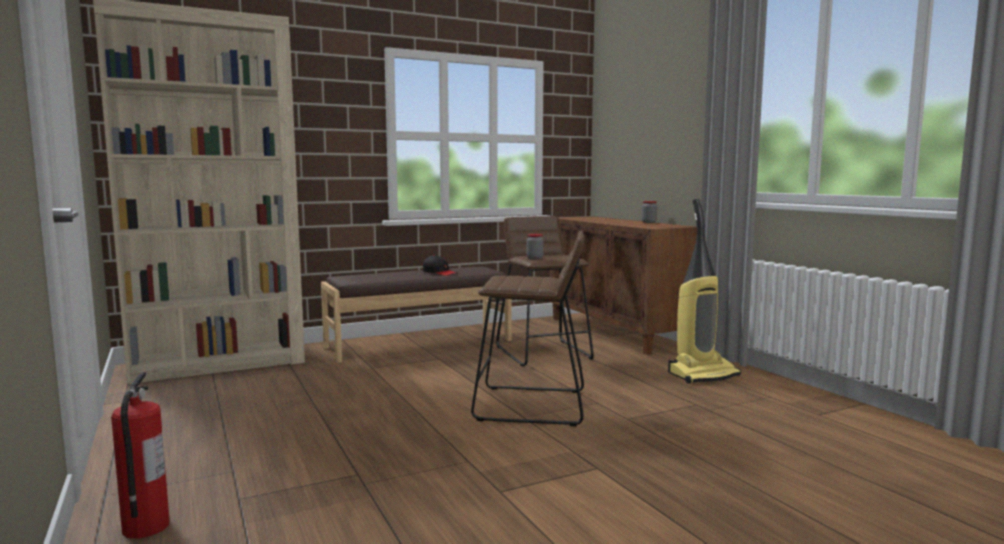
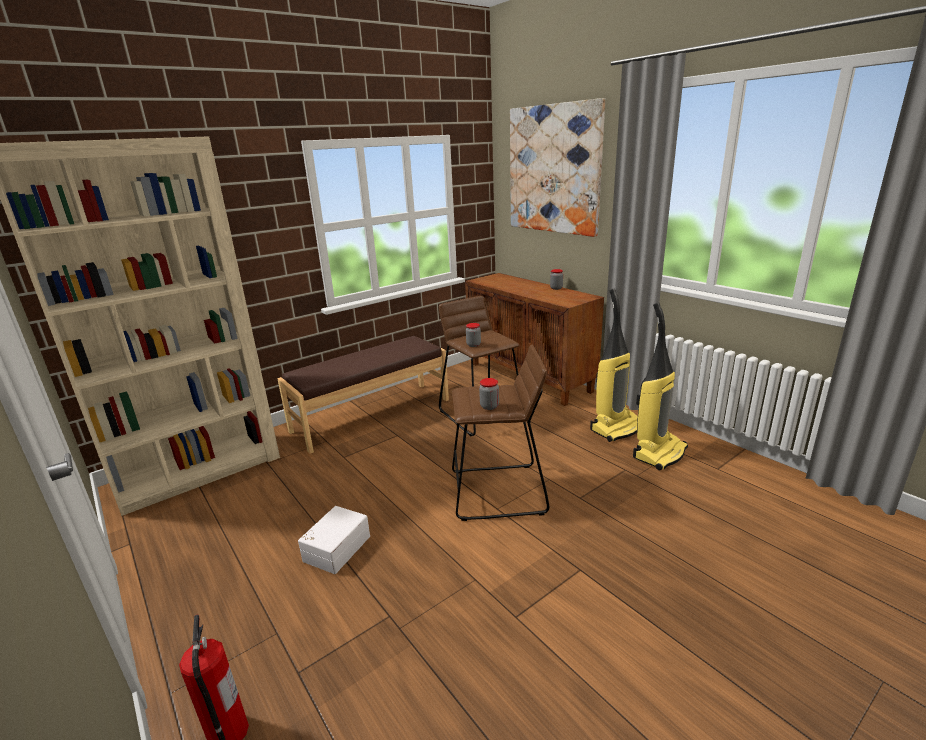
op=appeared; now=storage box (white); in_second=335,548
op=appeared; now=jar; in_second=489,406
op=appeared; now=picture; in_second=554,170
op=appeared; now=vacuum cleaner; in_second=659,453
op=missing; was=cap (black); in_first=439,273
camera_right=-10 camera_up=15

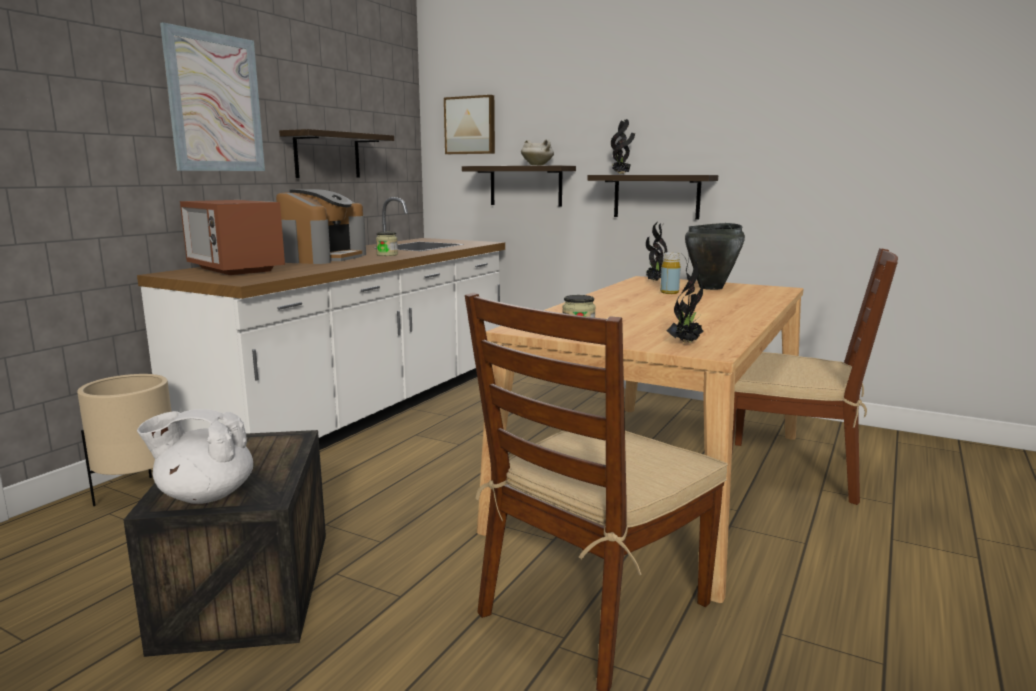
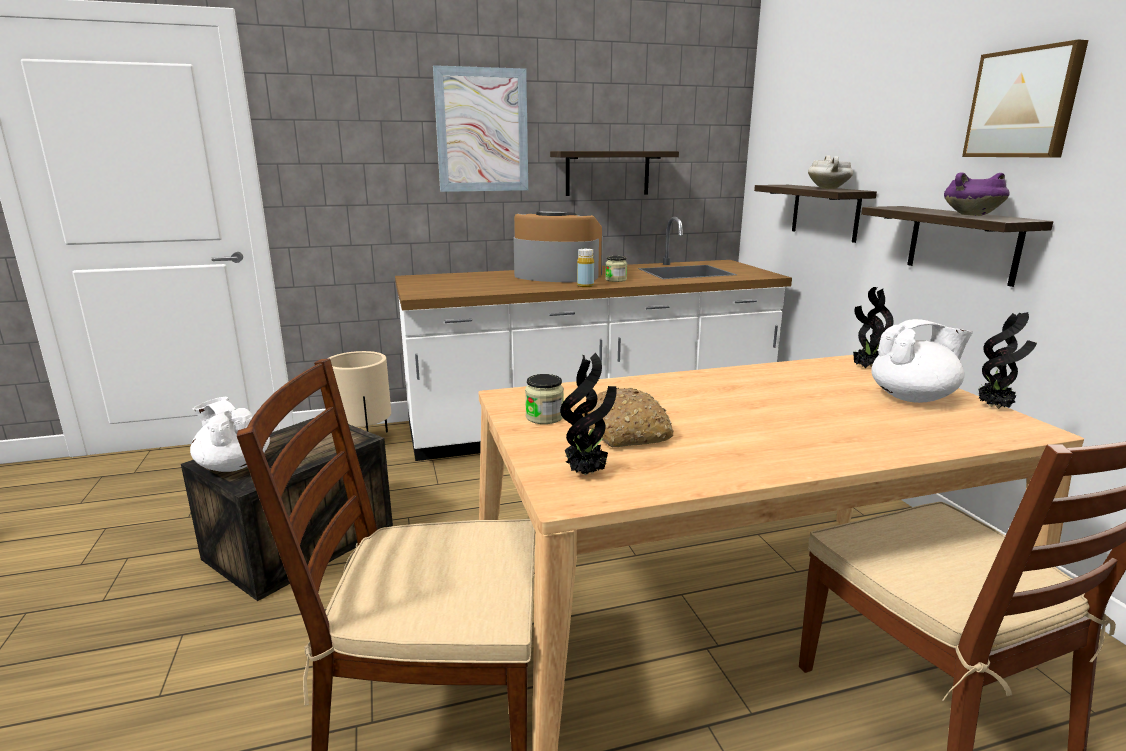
op=spun; was=coffee machine; in_first=322,257; in_second=556,275; clockwise=-135
op=relocated; was=bottle (yellow); in_first=669,292; in_second=585,285
op=appeared; now=bread; in_second=626,432
op=exchanged; was=cooking pot (black); now=teapot (white); in_first=711,288; in_second=913,398
op=appeared; now=cooking pot (purple); in_second=971,215
op=relocated; was=picture; in_first=470,125; in_second=1024,104
op=relocated; was=potted plant; in_first=621,174; in_second=995,407
op=missing; was=microwave; in_first=234,269
camera_right=45 camera_up=5

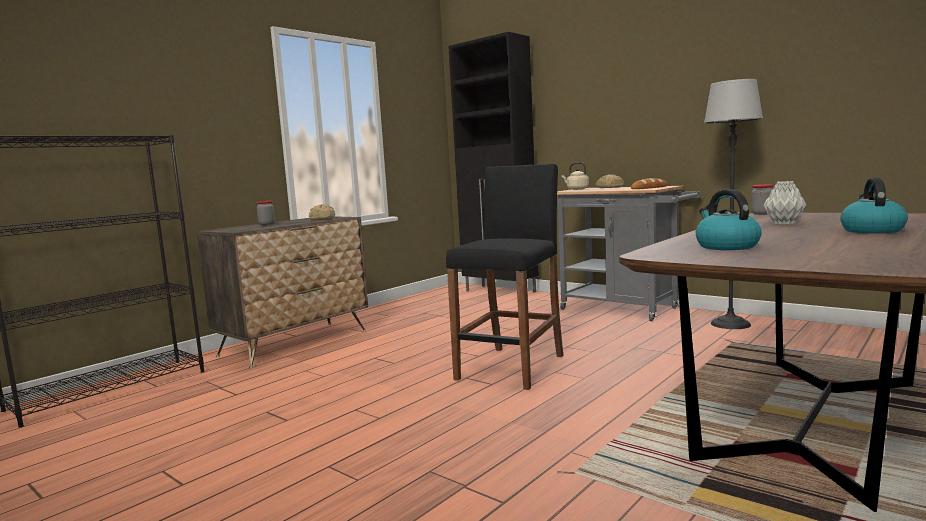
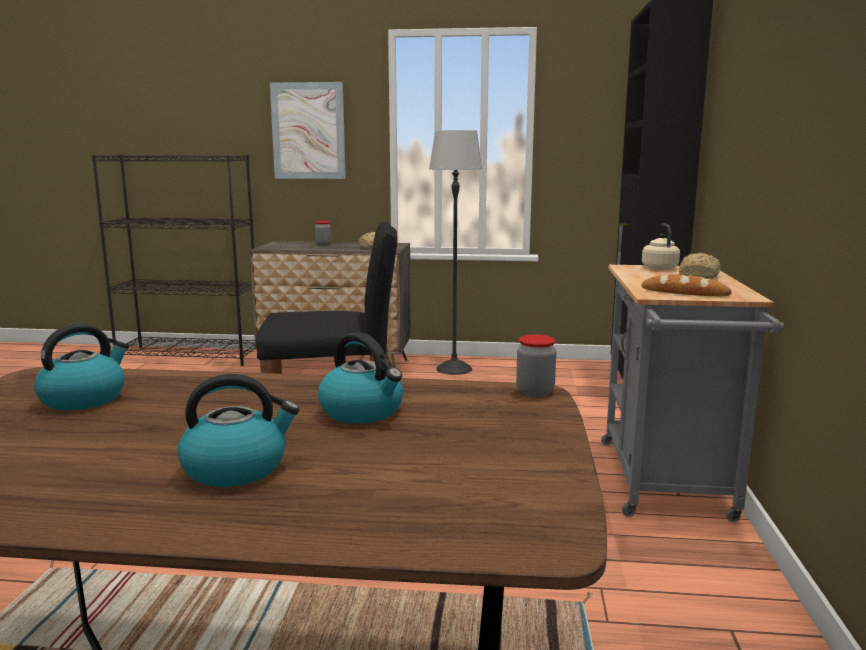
op=appeared; now=picture; in_second=308,131
op=exchanged; was=vase (grey); now=kettle; in_first=783,223; in_second=363,411
op=relocated; was=floor lamp; in_first=730,324; in_second=454,369
camera_right=55 camera_up=5

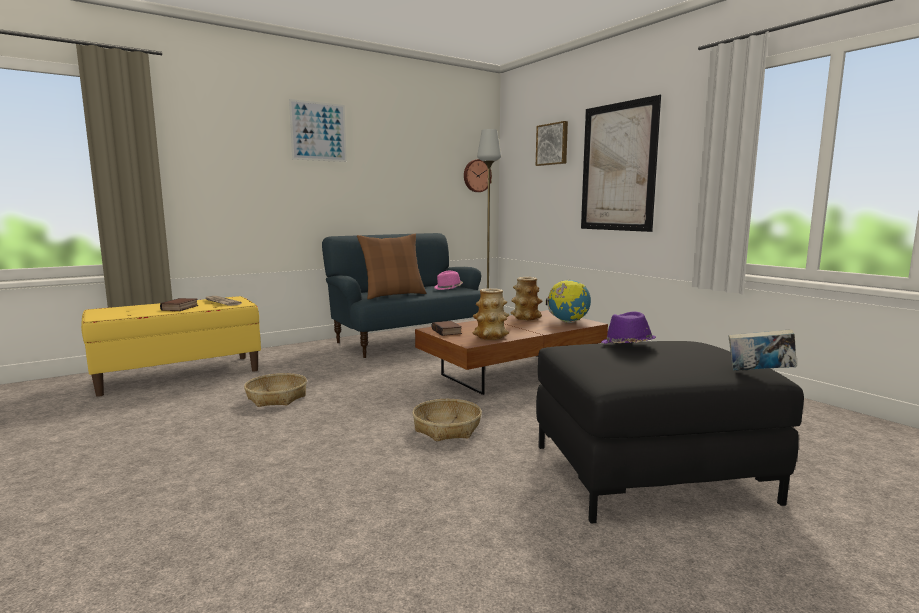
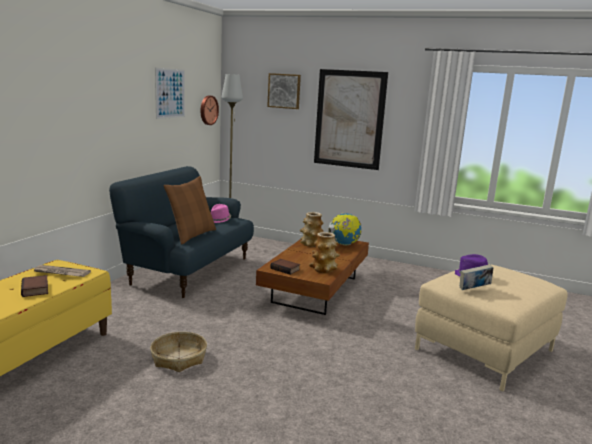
op=relocated; was=picture; in_first=318,131; in_second=170,93
op=colour; was=ottoman (black); now=ottoman (beige); in_first=648,473; in_second=484,350
op=relocated; was=book; in_first=759,372; in_second=474,289
op=missing; was=basket; in_first=446,428
camera_right=-35 camera_up=5

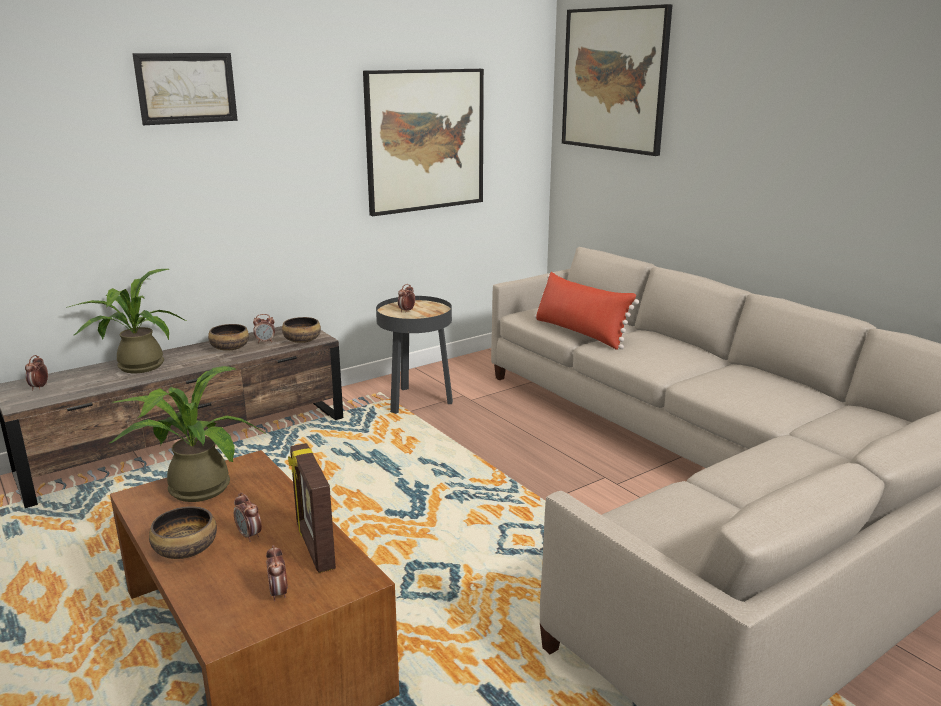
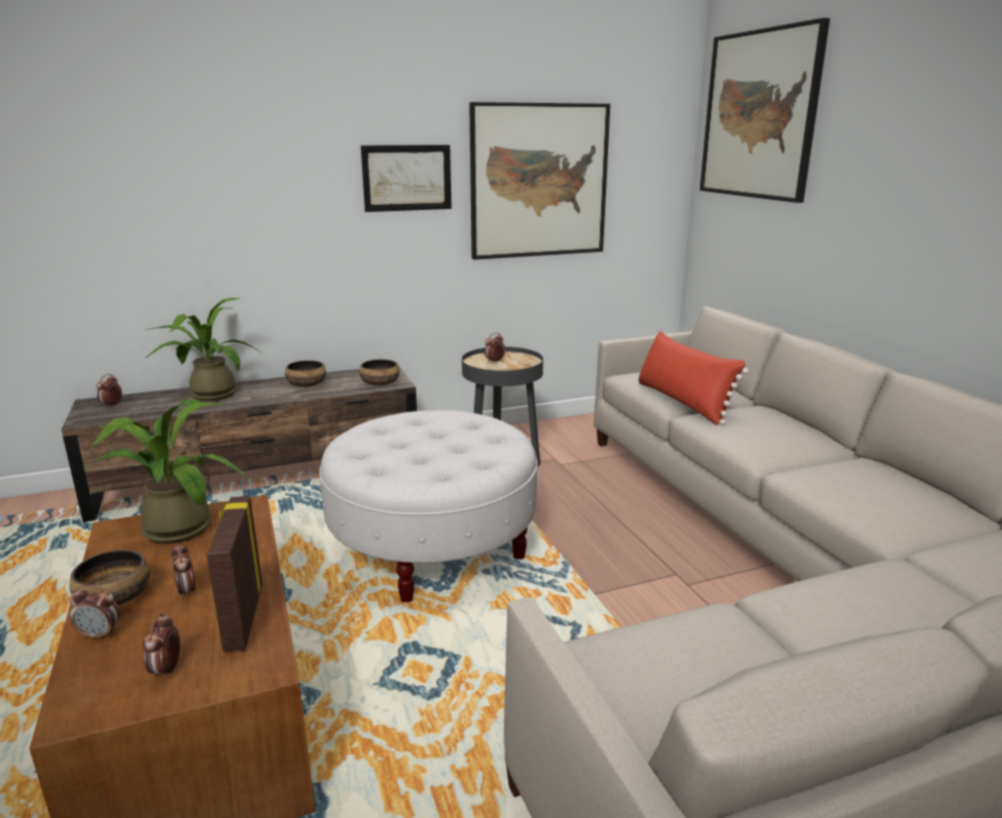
op=relocated; was=alarm clock; in_first=265,341; in_second=100,634
op=appeared; now=ottoman (white); in_second=433,549
op=relocated; was=picture; in_first=186,88; in_second=407,178
camera_right=15 camera_up=0

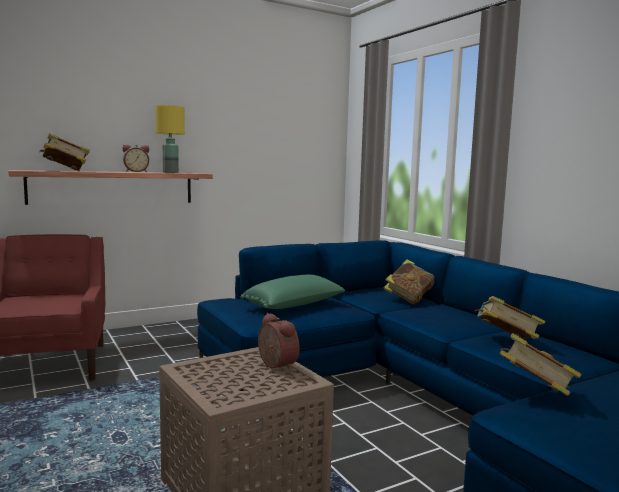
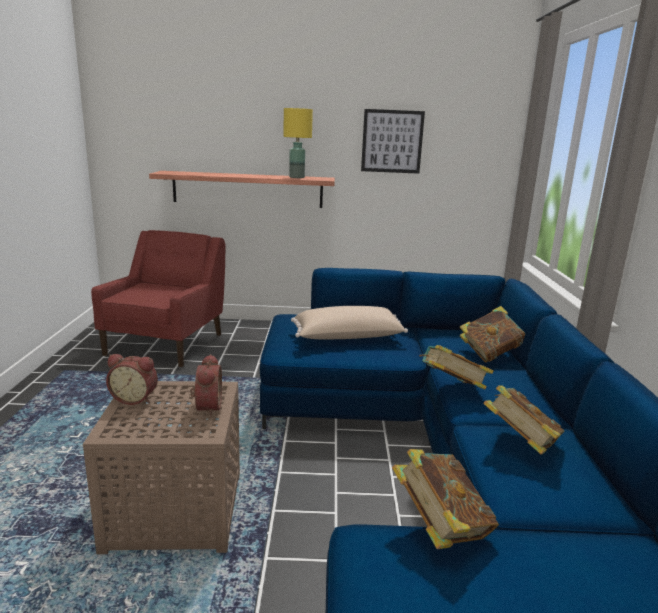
op=relocated; was=alarm clock; in_first=136,172; in_second=135,398
op=colour; was=pillow (green); now=pillow (beige); in_first=295,306; in_second=348,338
op=appeared; now=picture; in_second=392,141
op=relocated; was=book; in_first=65,171; in_second=451,389
camera_right=30 camera_up=10

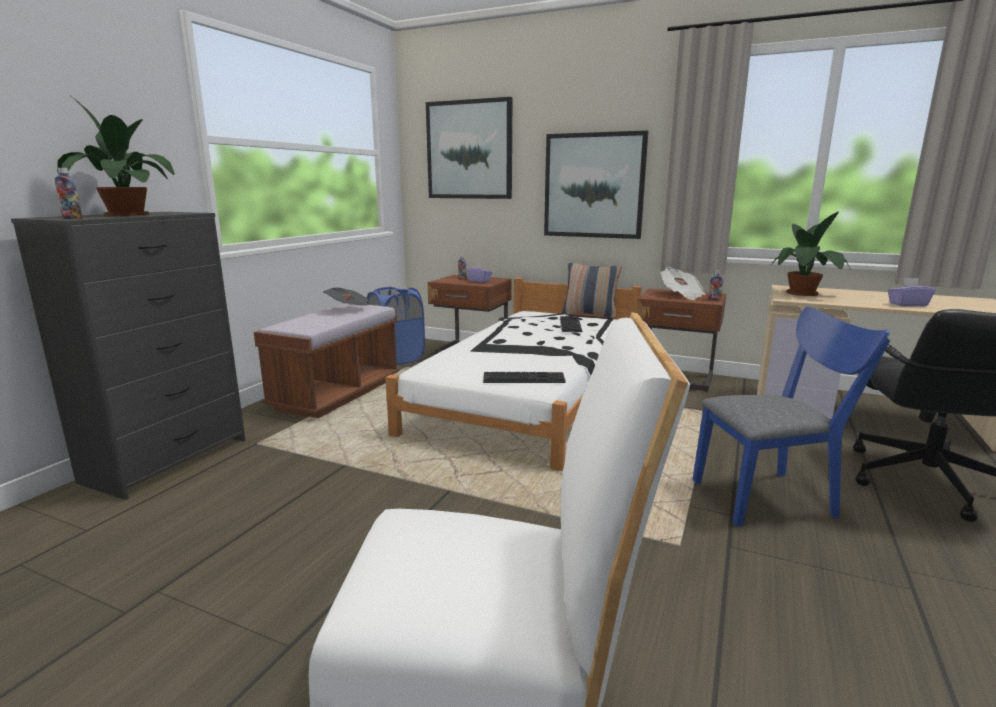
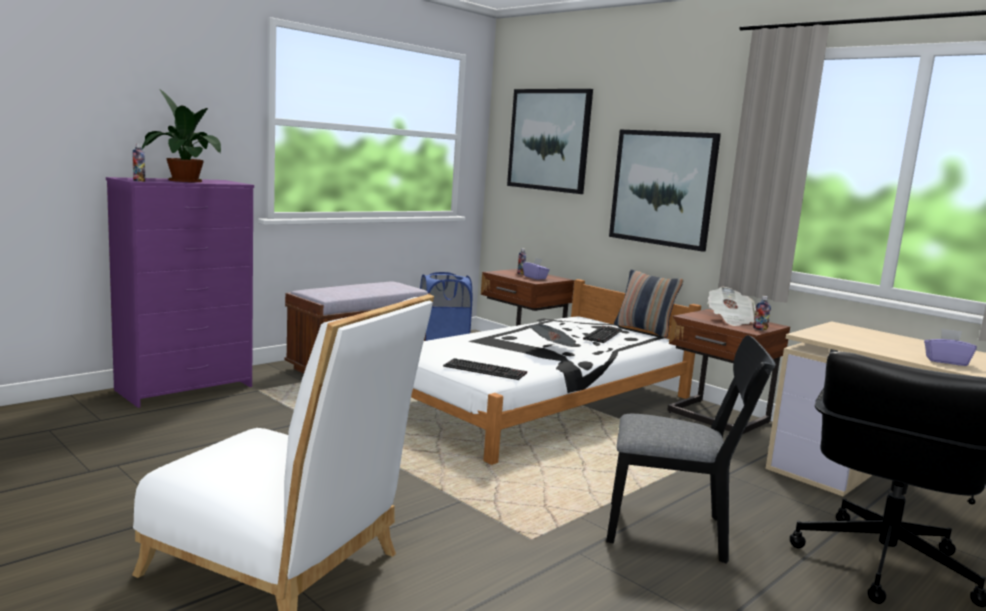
op=colour; was=dresser (black); now=dresser (purple); in_first=168,459; in_second=186,388
op=relocated; was=newspaper; in_first=349,309; in_second=553,349
op=colour; was=chair (blue); now=chair (black); in_first=771,497; in_second=677,531
op=missing; was=potted plant; in_first=804,293
camera_right=20 camera_up=-5

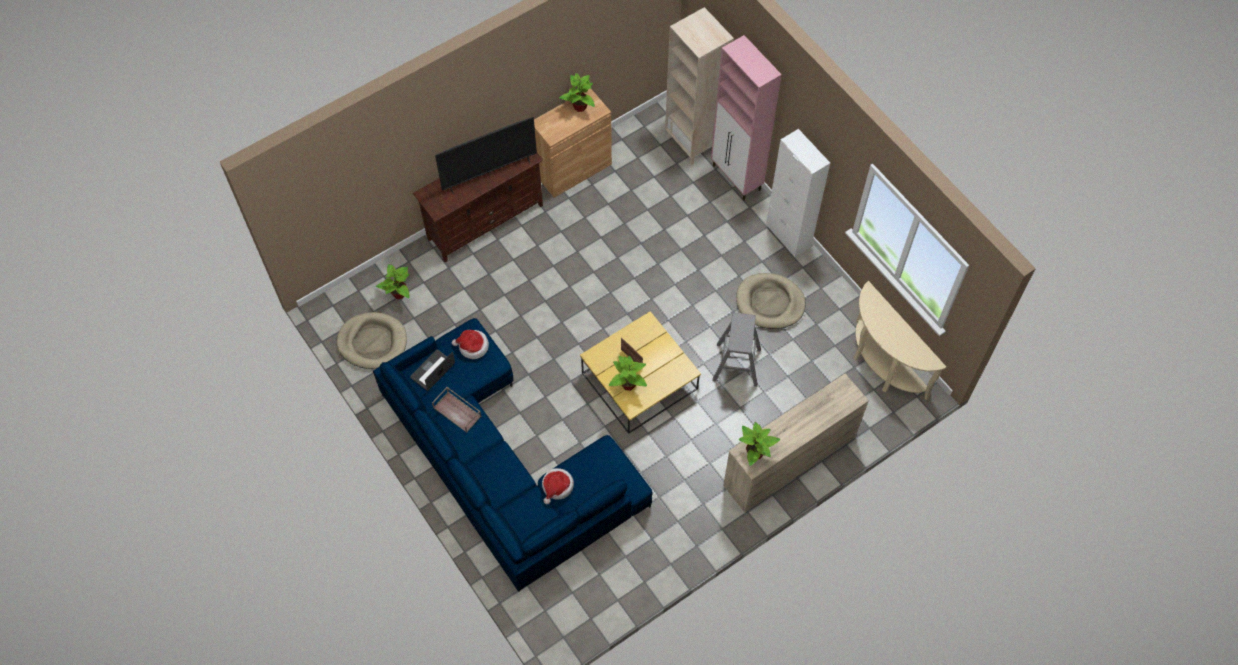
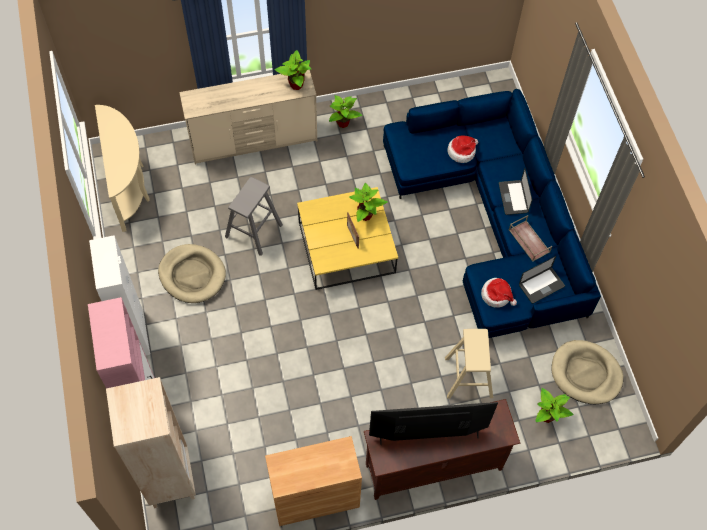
op=relocated; was=potted plant; in_first=580,107; in_second=343,123
op=appeared; now=stool (beige); in_second=468,377
op=appeared; now=laptop; in_second=513,198
camera_right=-160 camera_up=0

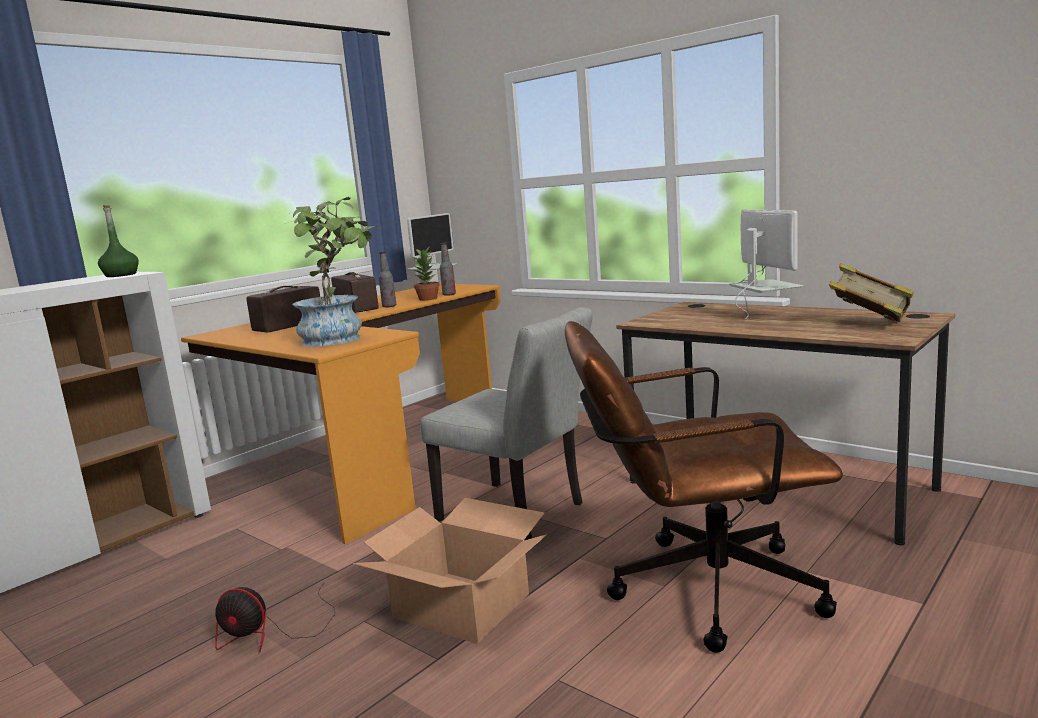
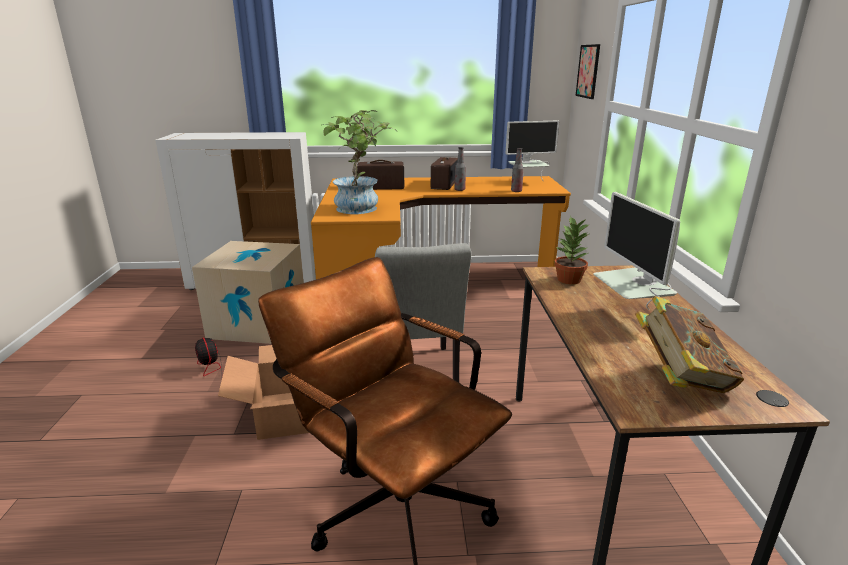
op=appeared; now=cardboard box; in_second=258,323
op=relocated; was=potted plant; in_first=428,299; in_second=569,280
op=appeared; now=picture; in_second=588,71
op=spun; was=monitor; in_first=763,318; in_second=630,316; clockwise=135
op=missing; was=bottle (green); in_first=121,275
camera_right=45 camera_up=10

